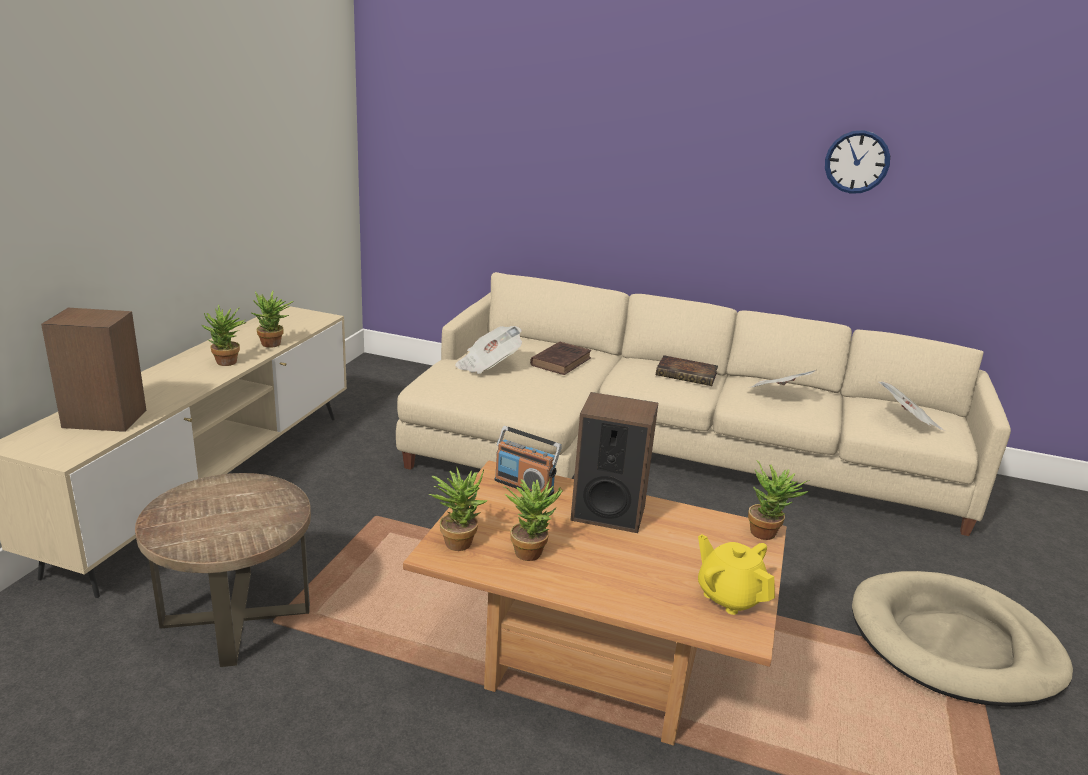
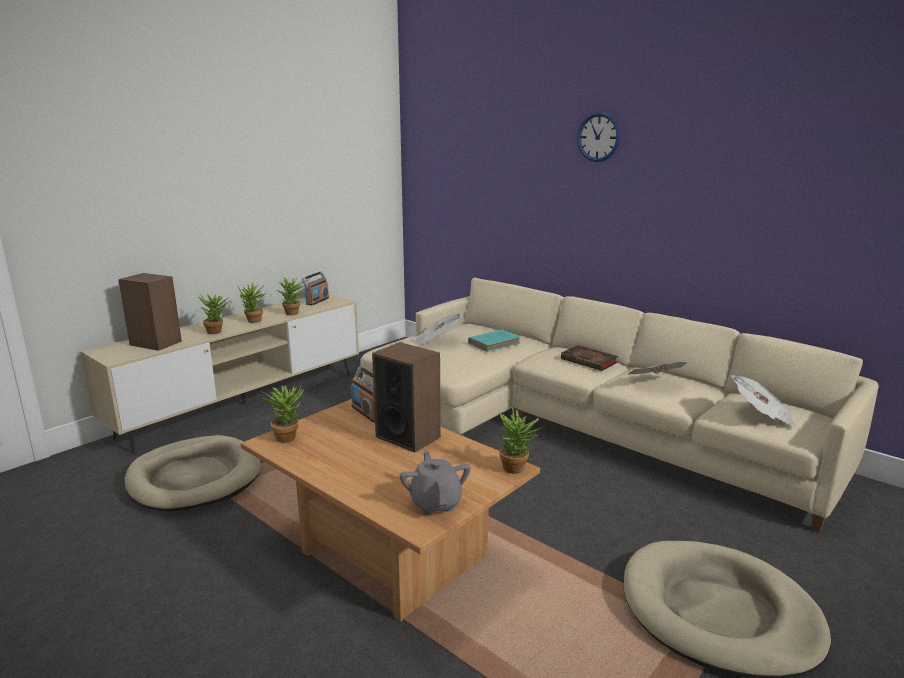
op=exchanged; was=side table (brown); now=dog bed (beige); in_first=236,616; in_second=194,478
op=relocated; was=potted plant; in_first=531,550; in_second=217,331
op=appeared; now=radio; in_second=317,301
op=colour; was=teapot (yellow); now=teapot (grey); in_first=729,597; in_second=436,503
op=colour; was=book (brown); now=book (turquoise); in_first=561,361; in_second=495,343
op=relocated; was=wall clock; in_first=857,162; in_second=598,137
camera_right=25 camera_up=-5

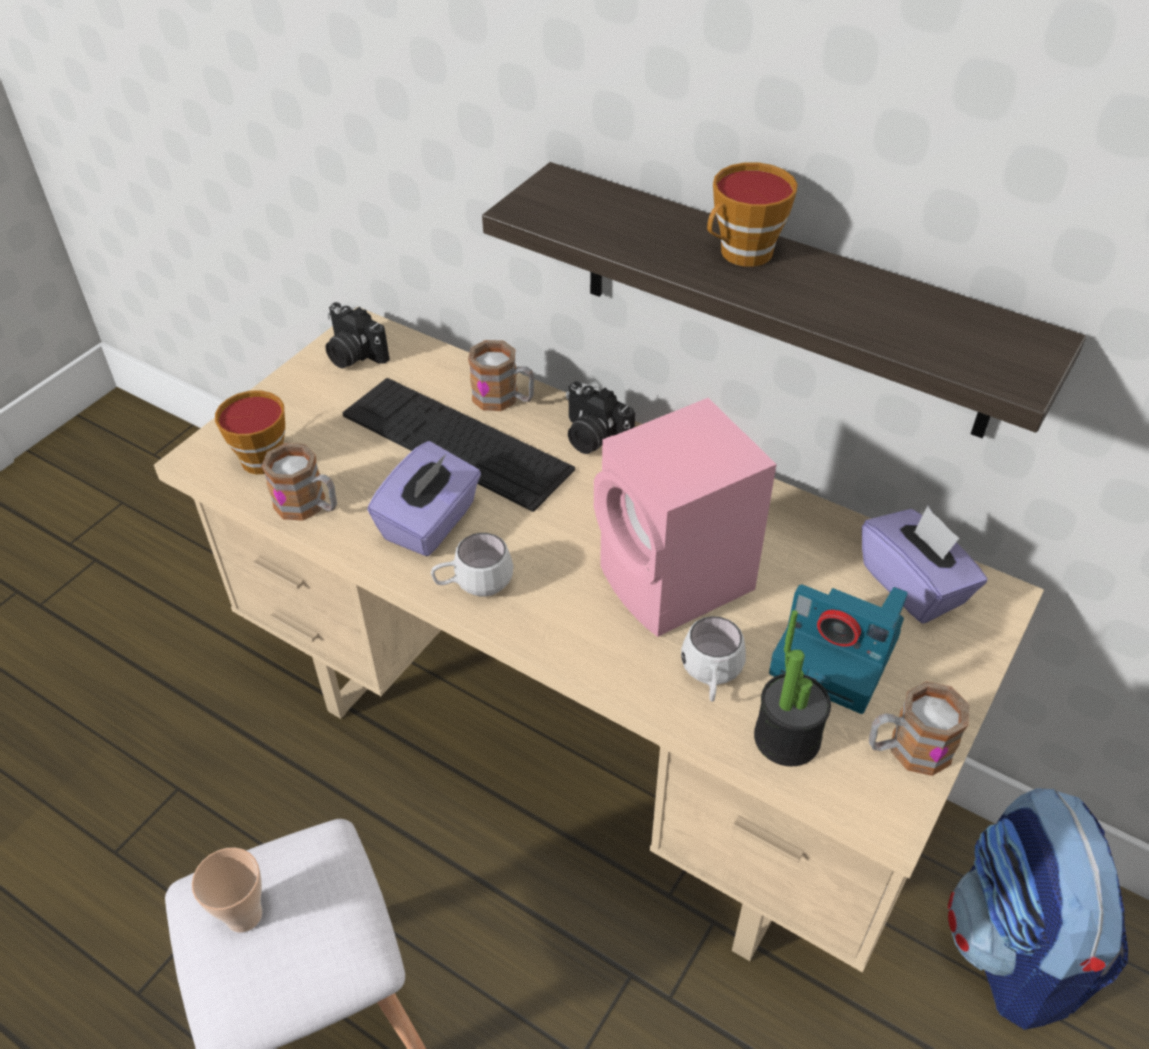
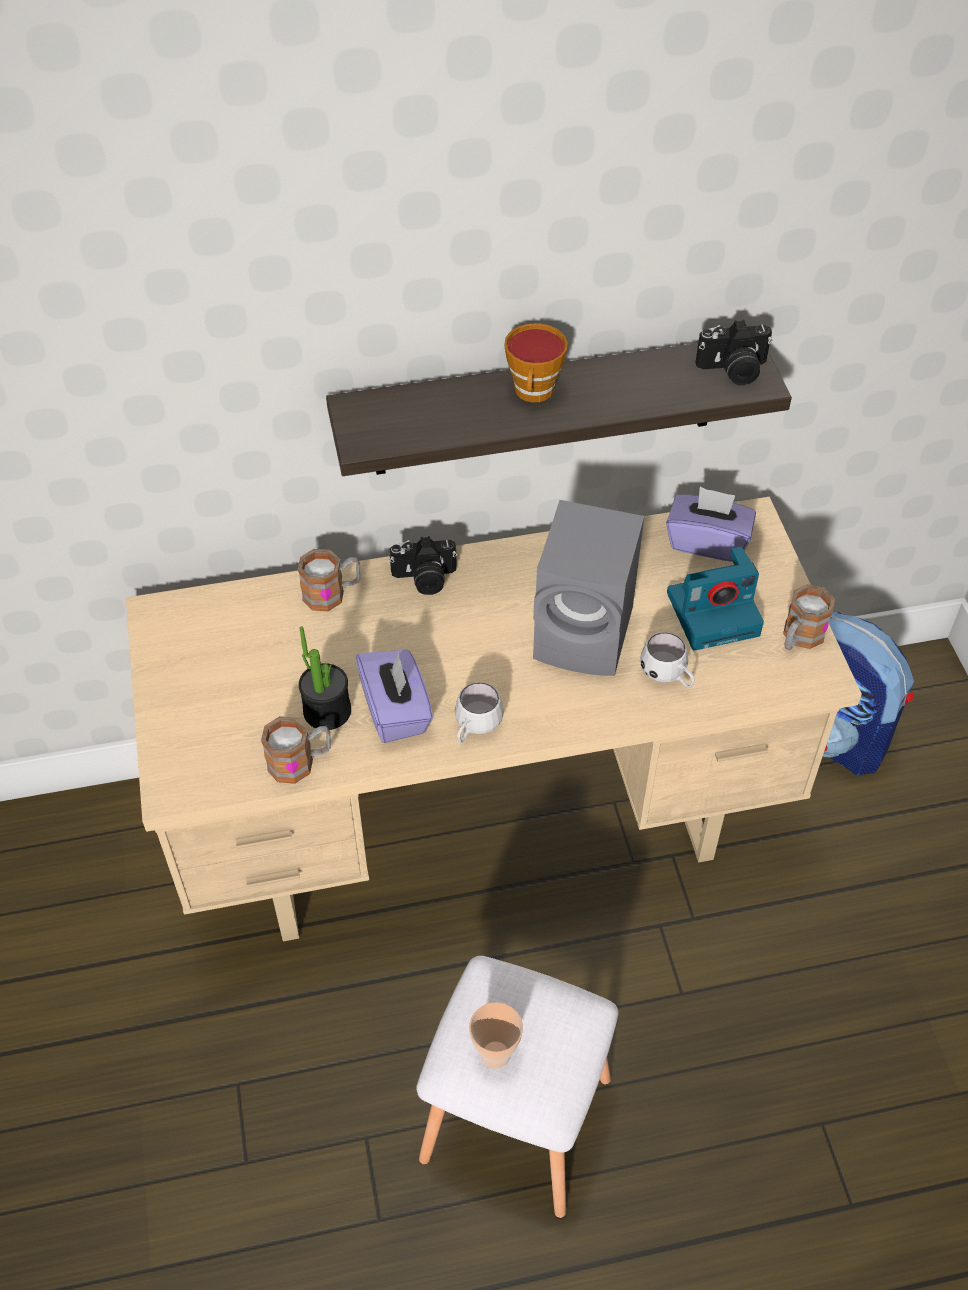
op=relocated; was=potted plant; in_first=787,738; in_second=327,711
op=colour; was=speaker (pink); now=speaker (grey); in_first=677,583; in_second=587,635
op=relocated; was=photo camera; in_first=353,355; in_second=733,370
op=missing; was=cup; in_first=262,455
op=missing; was=keyboard; in_first=456,442
camera_right=-45 camera_up=5

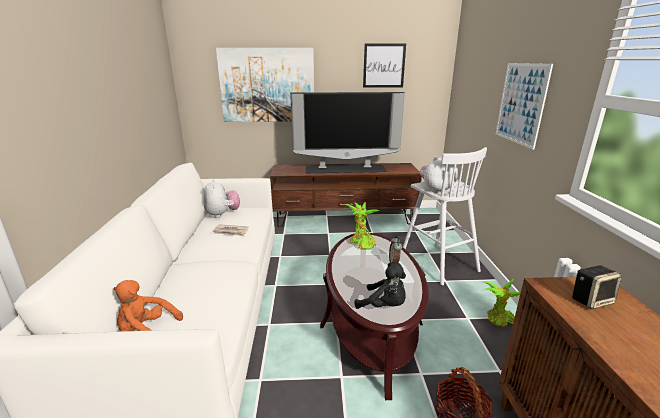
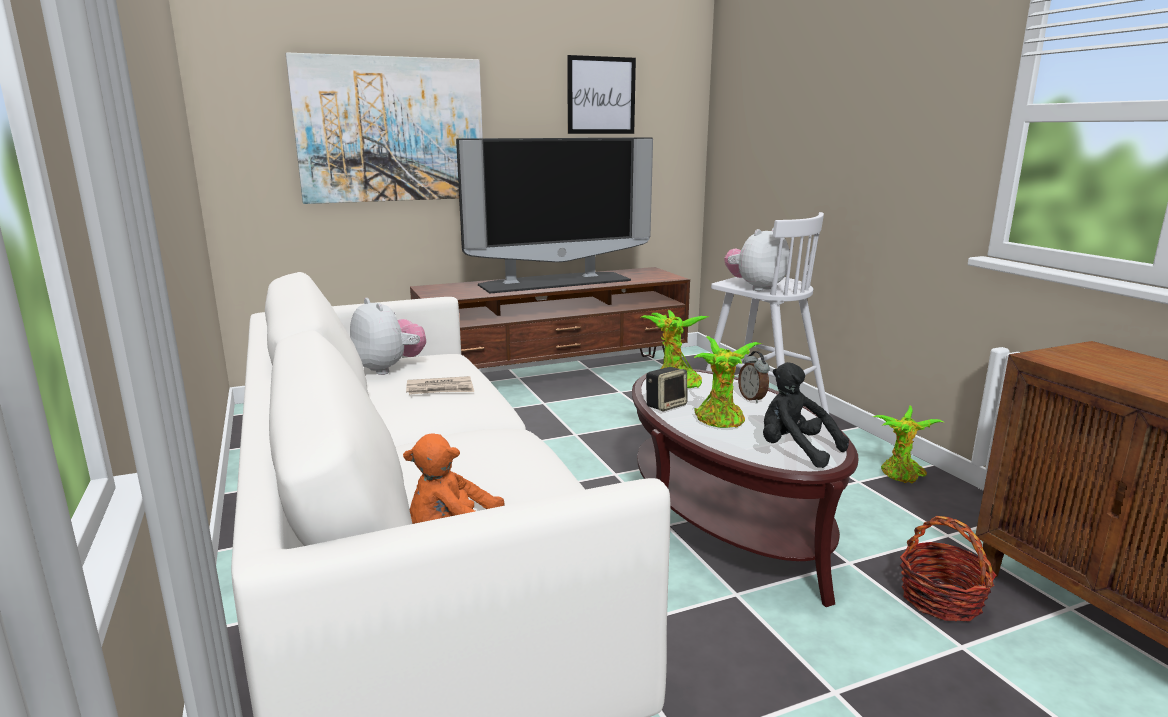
op=relocated; was=speaker; in_first=591,300; in_second=666,405
op=appeared; now=potted plant; in_second=721,421
op=spun; was=plush toy (black); in_first=384,306; in_second=795,450; clockwise=-150
op=missing; was=picture; in_first=521,103
camera_right=-20 camera_up=-5

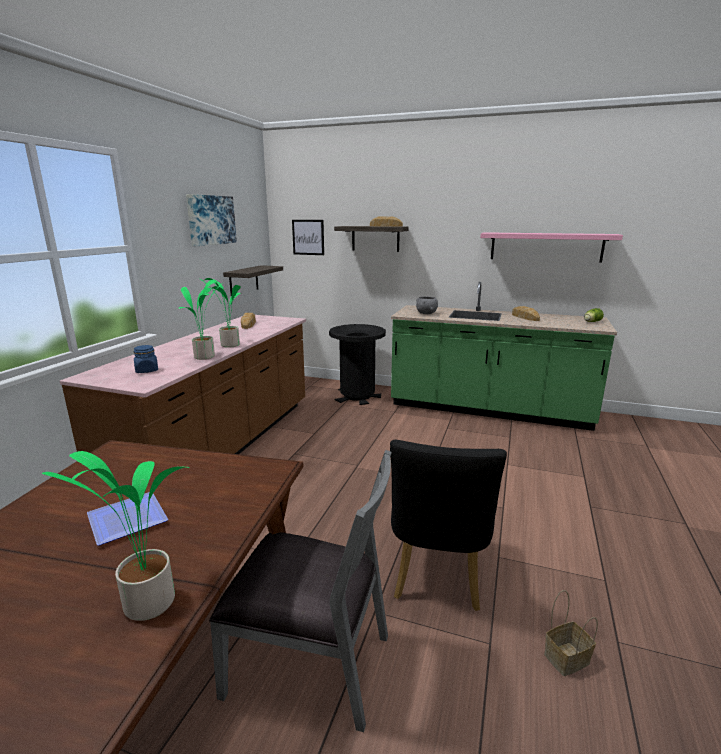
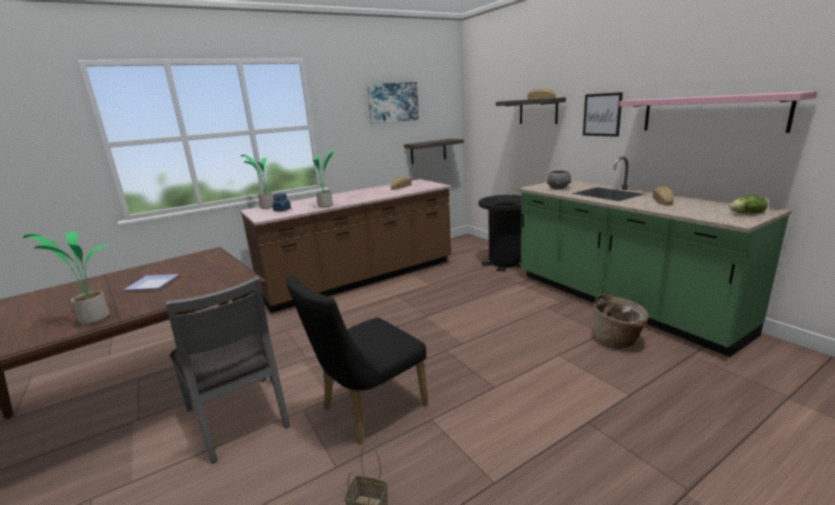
op=relocated; was=potted plant; in_first=228,345; in_second=267,207
op=relocated; was=picture; in_first=308,237; in_second=602,114
op=appeared; now=basket; in_second=617,341
camera_right=40 camera_up=0

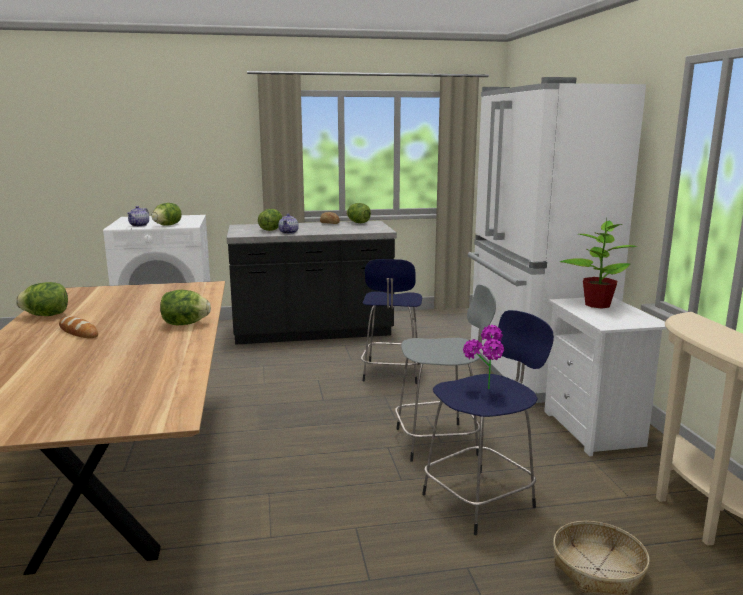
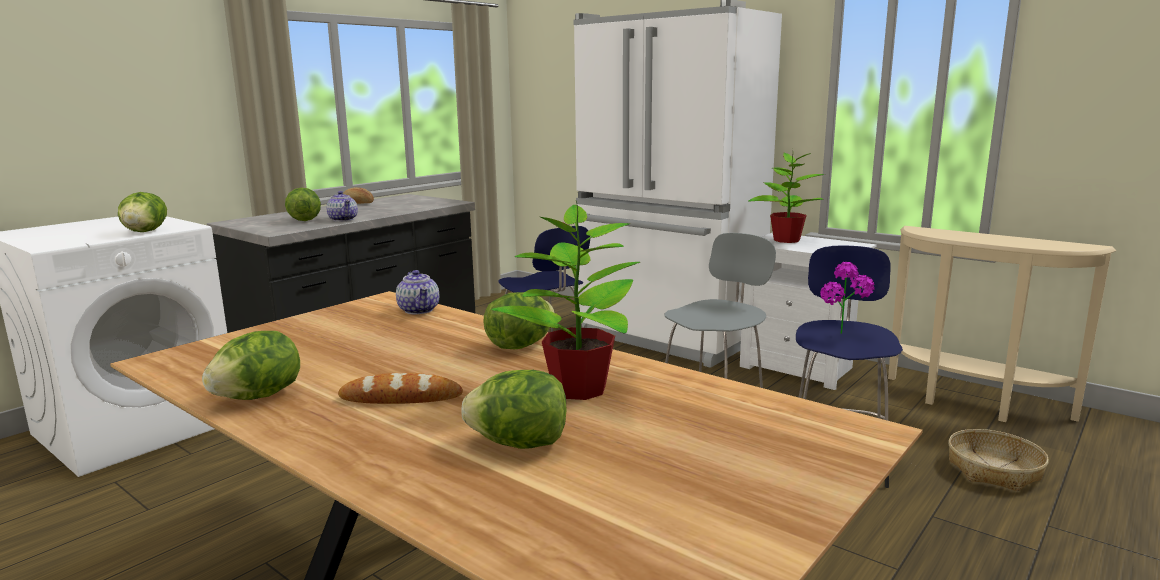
op=relocated; was=teapot; in_first=139,225; in_second=419,310
op=relocated; was=lettuce; in_first=358,223; in_second=519,444
op=appeared; now=potted plant; in_second=578,390
camera_right=-40 camera_up=0

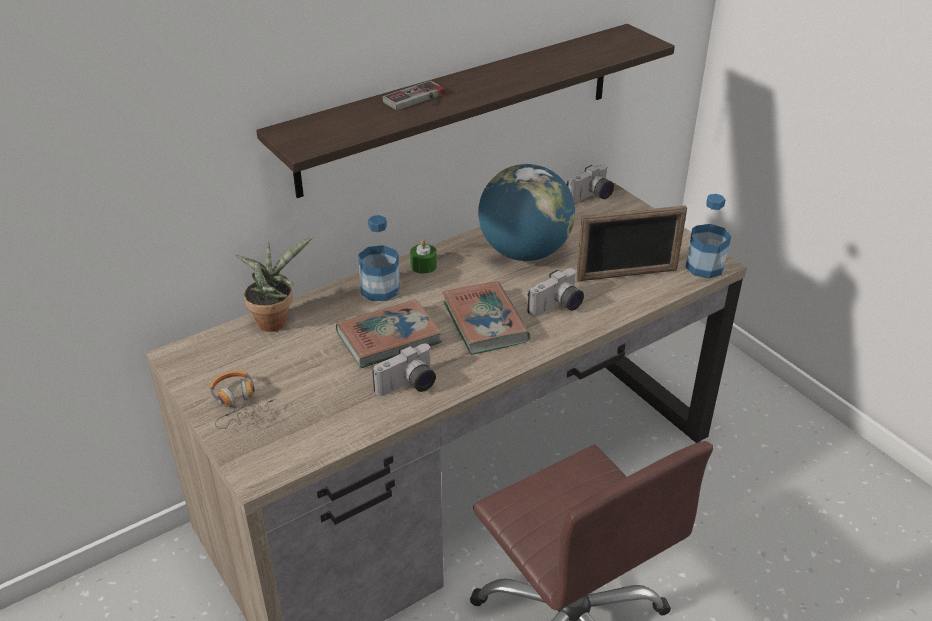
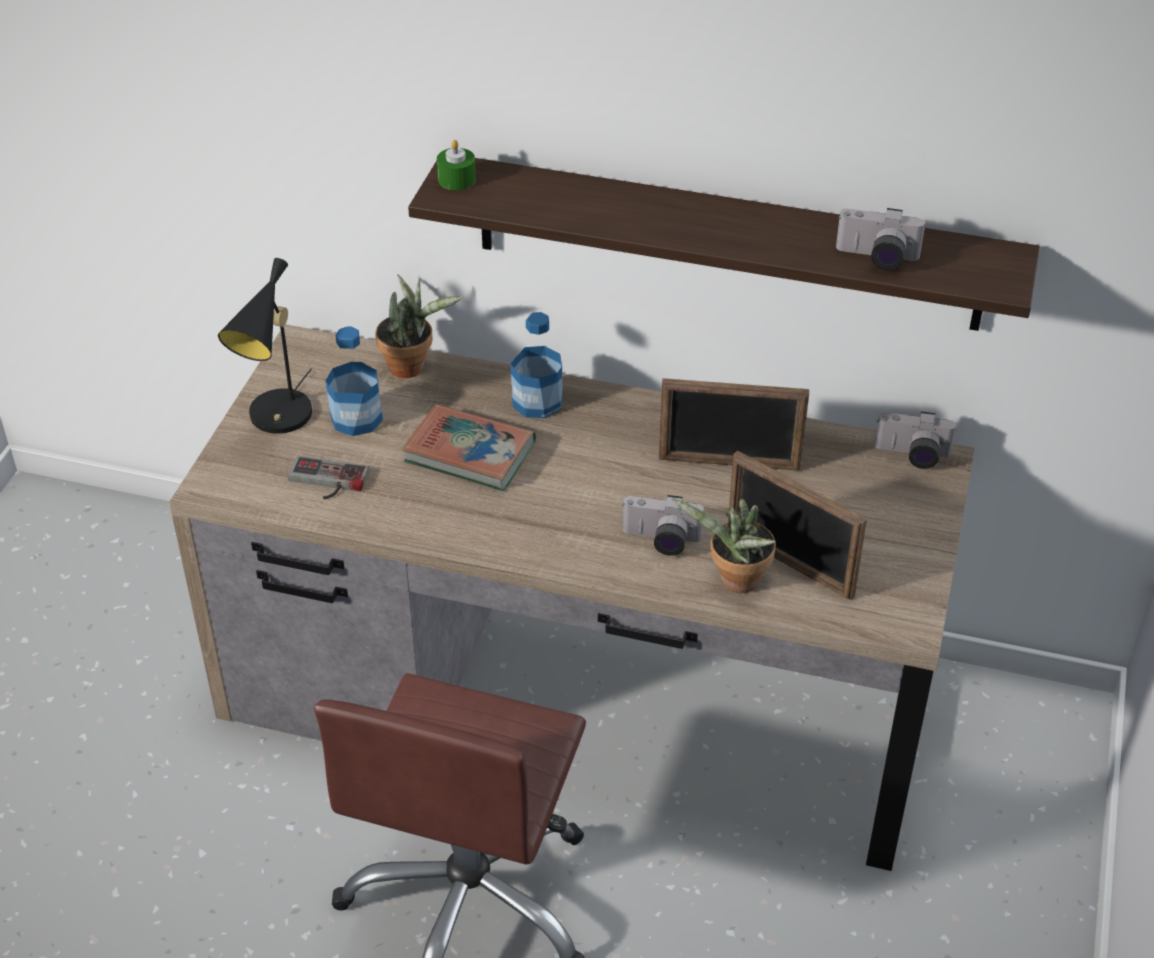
op=exchanged; was=headphones; now=table lamp (black); in_first=238,404; in_second=278,420
op=relocated; was=game controller; in_first=418,100; in_second=326,482
op=relocated; was=bottle; in_first=704,267; in_second=356,418
op=relocated; was=candle (green); in_first=423,265; in_second=456,179
op=exchanged; was=globe; now=picture frame; in_first=524,252; in_second=729,463
op=appeared; now=potted plant; in_second=734,582
op=relocated; was=photo camera; in_first=408,386; in_second=876,259
op=missing; was=book; in_first=485,322
camera_right=50 camera_up=5

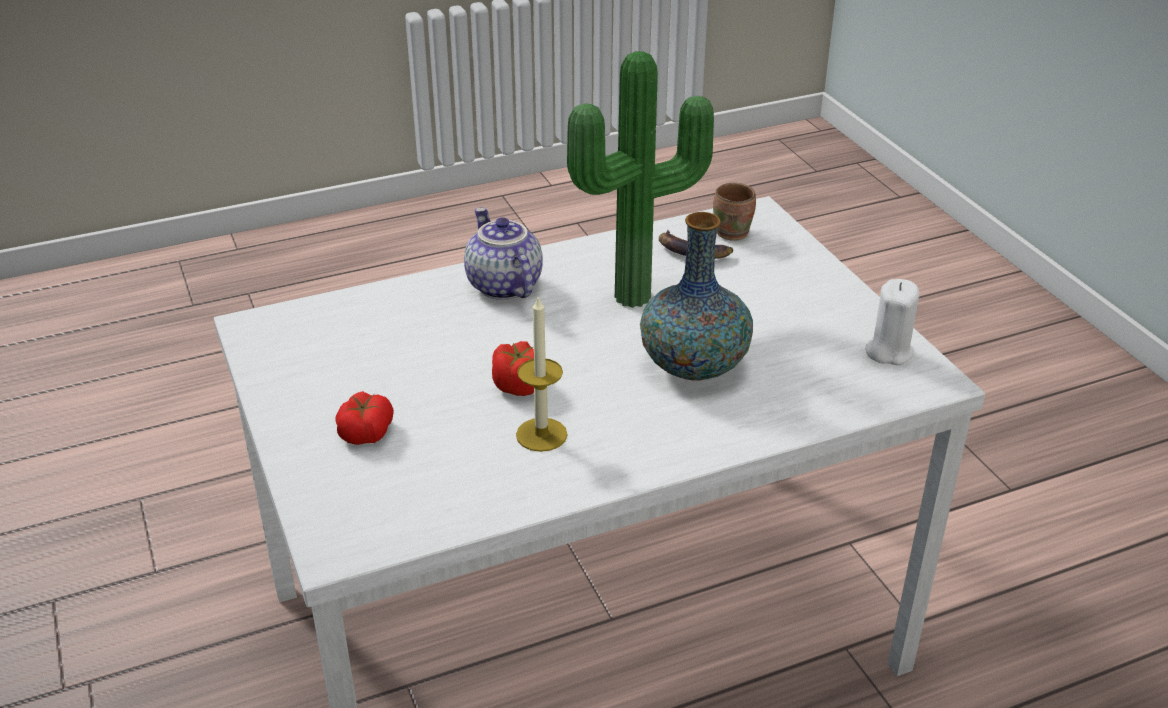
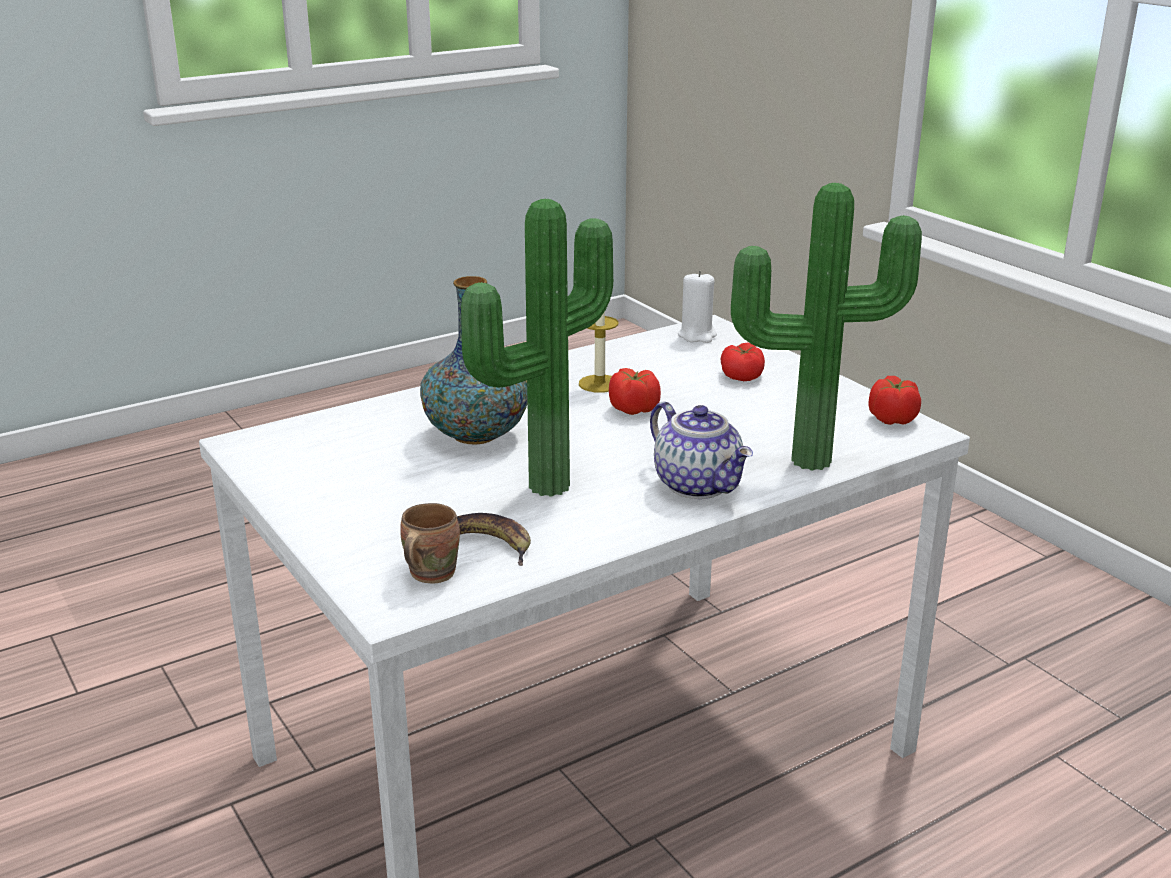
op=relocated; was=candle (white); in_first=888,351; in_second=697,335
op=appeared; now=potted plant; in_second=809,457
op=appeared; now=tomato; in_second=892,419
camera_right=170 camera_up=-10

